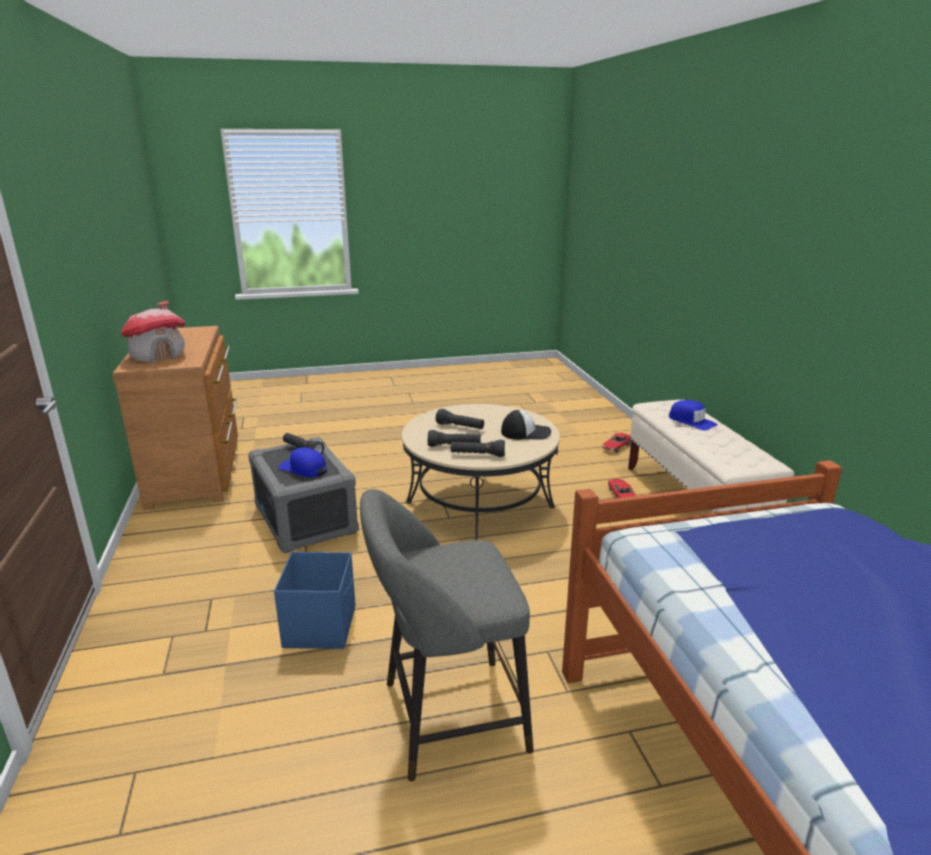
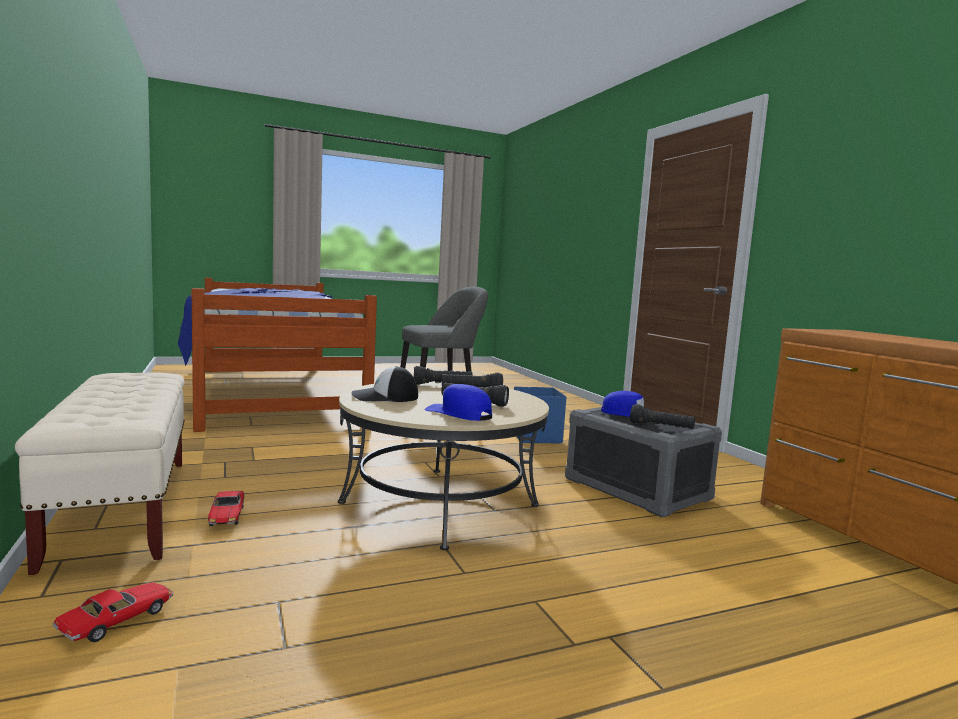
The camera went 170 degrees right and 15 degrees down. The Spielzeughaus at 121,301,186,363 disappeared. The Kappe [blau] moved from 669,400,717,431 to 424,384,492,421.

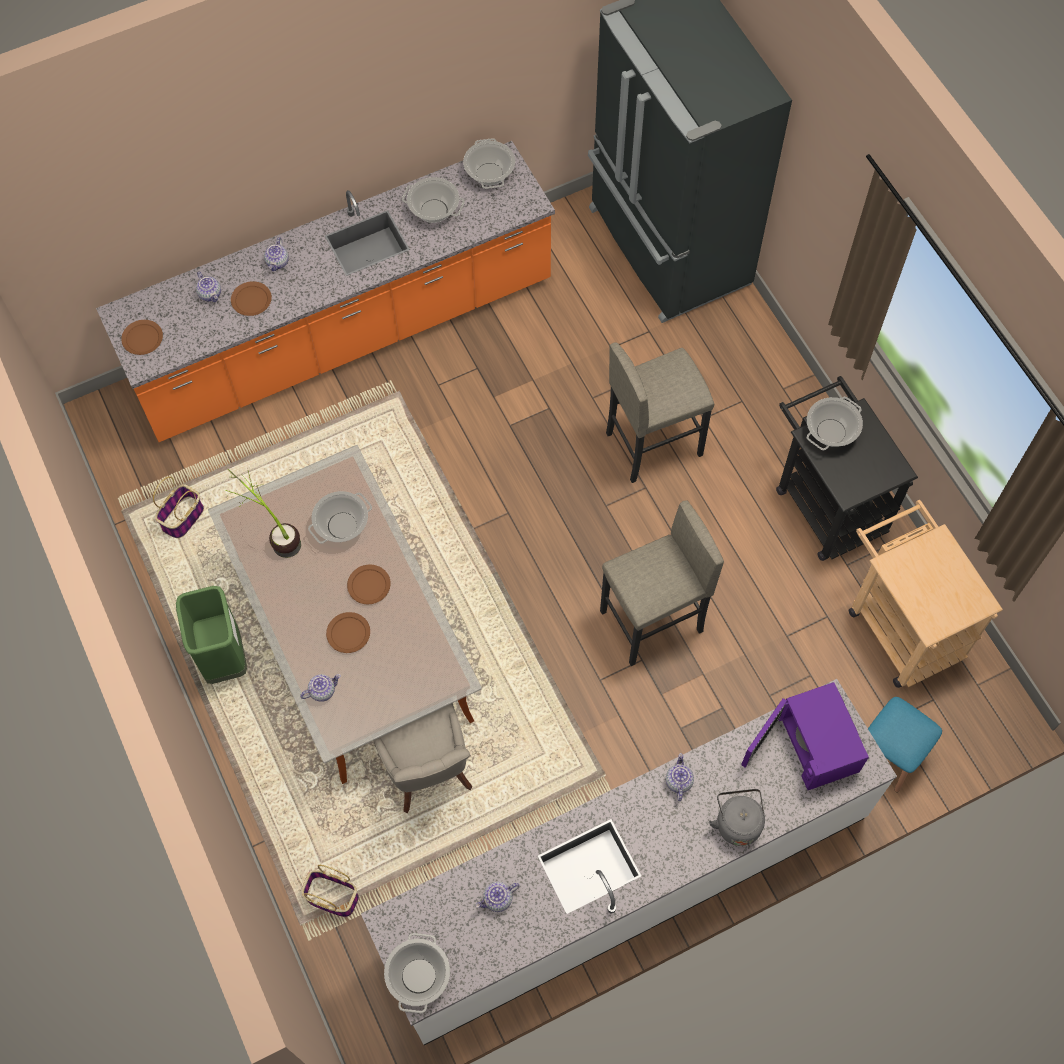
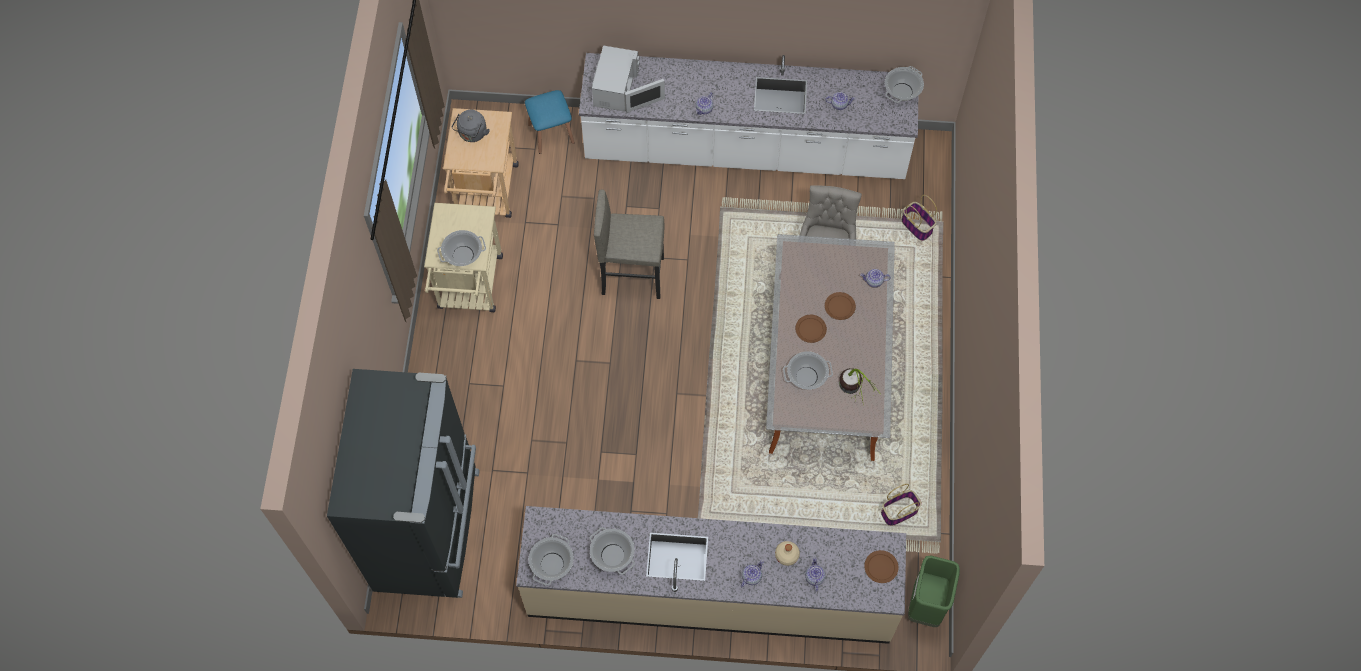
The camera went 150 degrees left and 0 degrees up. The Küchenzeile [orange] at 96,141,555,442 became the Küchenzeile [beige] at 516,506,906,644. The Teller [braun] at 231,281,272,316 was replaced by the Flasche [beige] at 775,541,800,566. The Hocker [grau] at 606,342,714,483 disappeared. The Rollwagen [schwarz] at 776,376,918,561 became the Rollwagen [beige] at 424,203,503,312. The Mülleimer [grün] moved from 176,586,247,684 to 908,556,960,627. The Mikrowelle [lila] at 741,682,869,790 became the Mikrowelle [weiß] at 592,46,665,113. The Wasserkessel [grau] moved from 709,789,765,846 to 452,110,490,142.

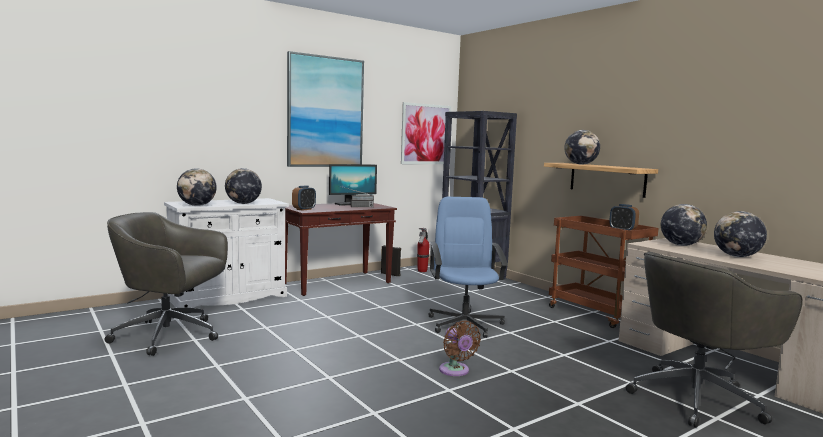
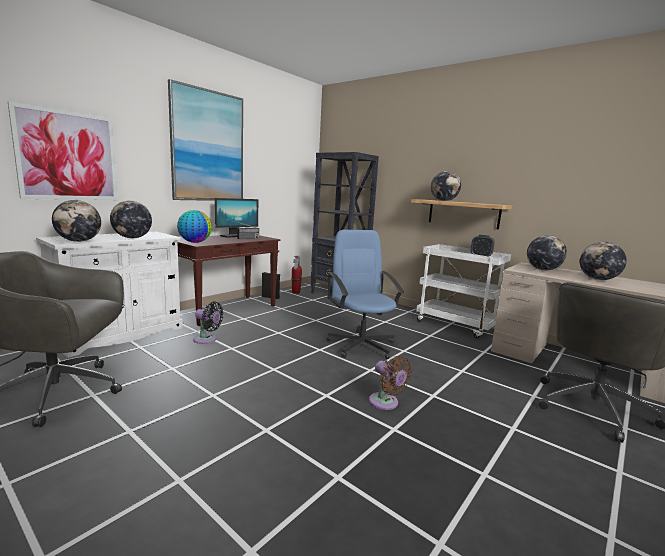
The camera went 15 degrees left and 5 degrees up. The Bild moved from 401,102,451,164 to 8,101,118,200. The Wecker at 292,186,316,211 was replaced by the Globus at 177,210,212,243. The Rollwagen [braun] at 549,216,659,328 became the Rollwagen [weiß] at 416,244,511,338. The Ventilator [schwarz] at 193,301,224,344 appeared.

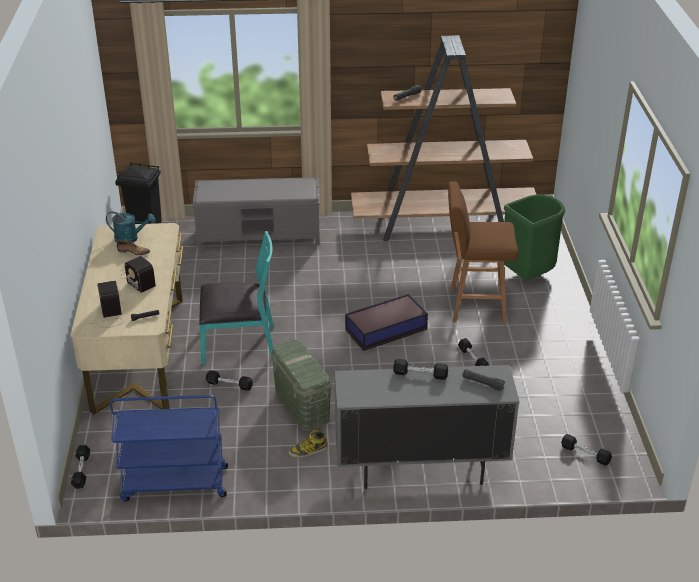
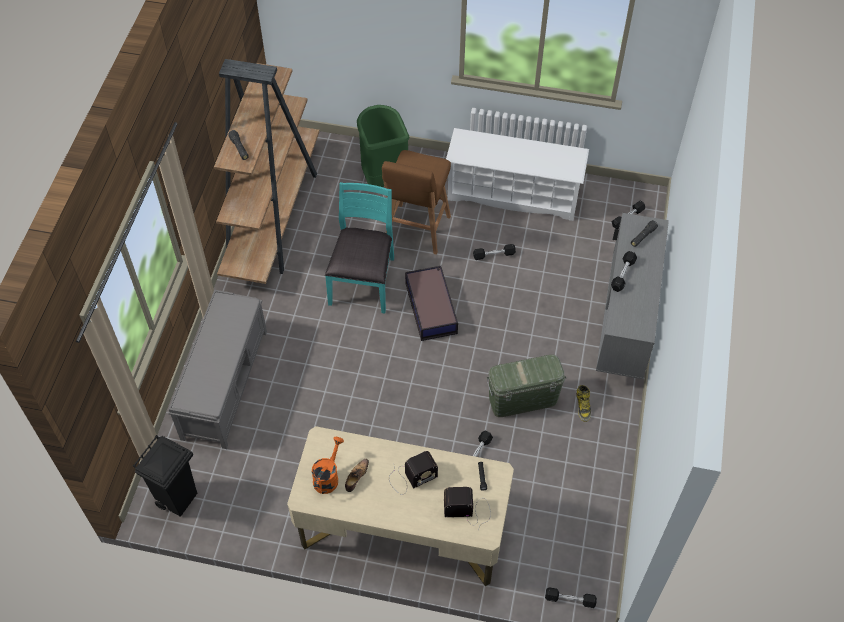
The camera went 75 degrees left and 20 degrees up. The Gießkanne [türkis] at 106,211,155,243 became the Gießkanne [orange] at 312,437,344,494. The Stuhl [türkis] moved from 199,231,274,365 to 325,182,394,314. The Rollwagen [blau] at 110,395,228,501 disappeared. The Schuhregal [weiß] at 446,128,589,221 appeared.

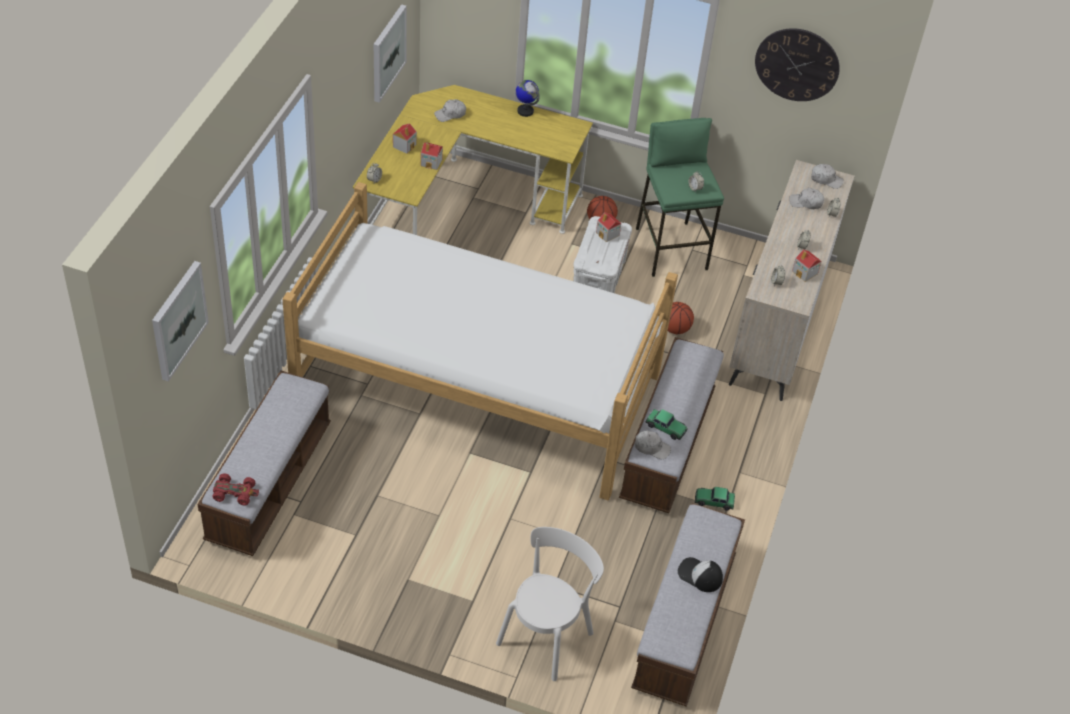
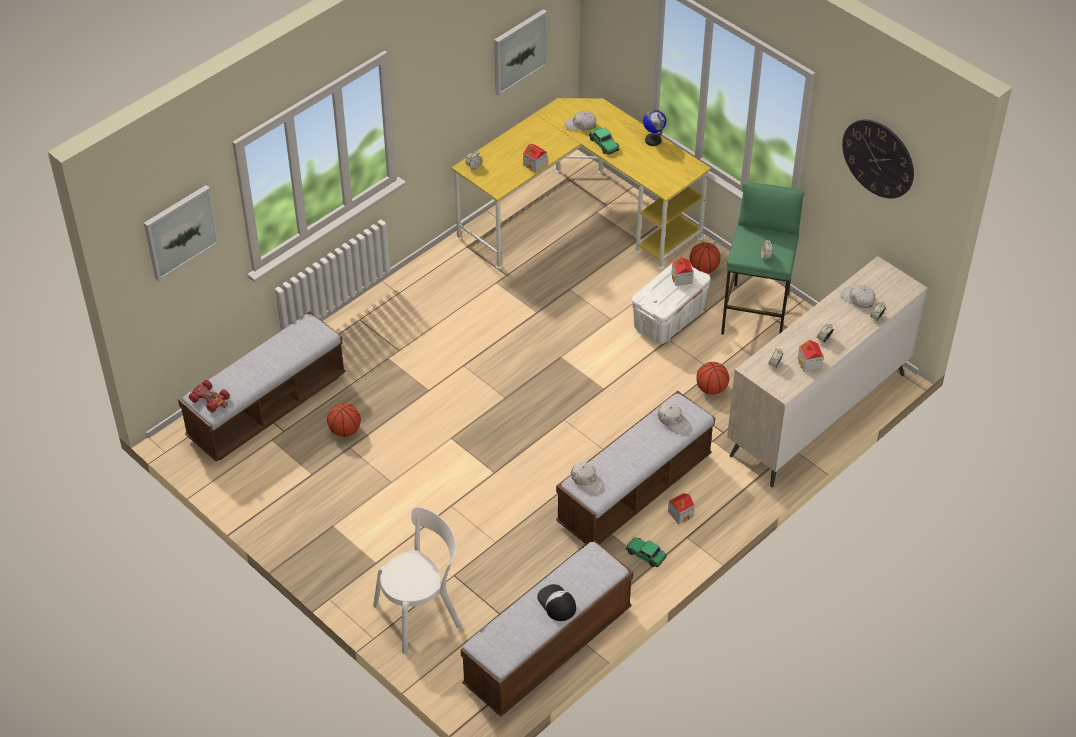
The camera went 30 degrees right and 0 degrees up. The Spielzeughaus moved from 393,123,417,154 to 668,493,695,524. The Kappe [weiß] moved from 811,164,844,189 to 658,403,690,434. The Bett at 282,182,678,500 disappeared. The Spielzeugauto moved from 645,409,688,440 to 589,127,619,155. The Basketball at 327,403,361,437 appeared.

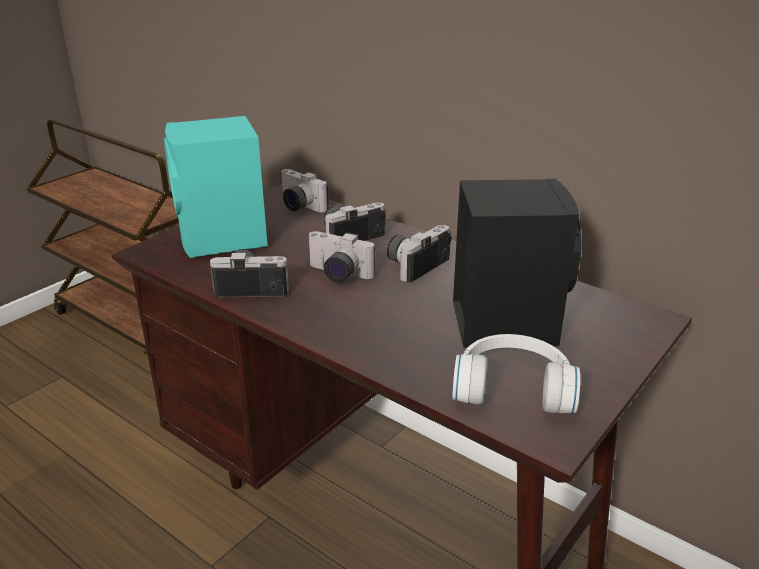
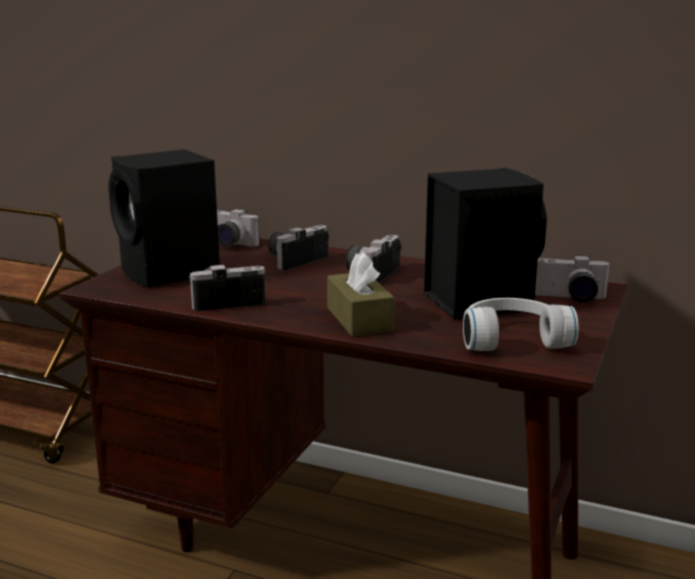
The camera went 15 degrees left and 10 degrees down. The Lautsprecher [türkis] at 164,116,268,258 became the Lautsprecher [schwarz] at 108,149,220,288. The Kamera moved from 307,231,375,283 to 535,255,611,303. The Taschentuchbox [braun] at 327,252,395,337 appeared.

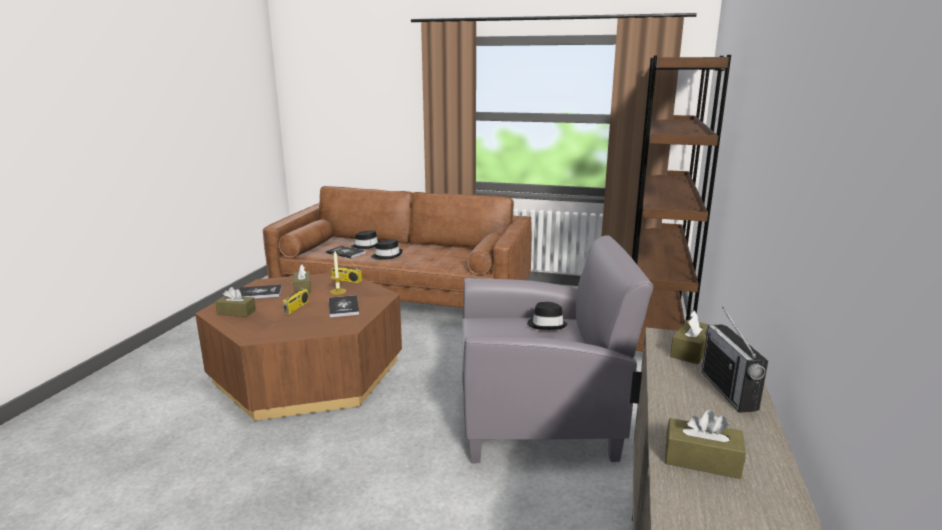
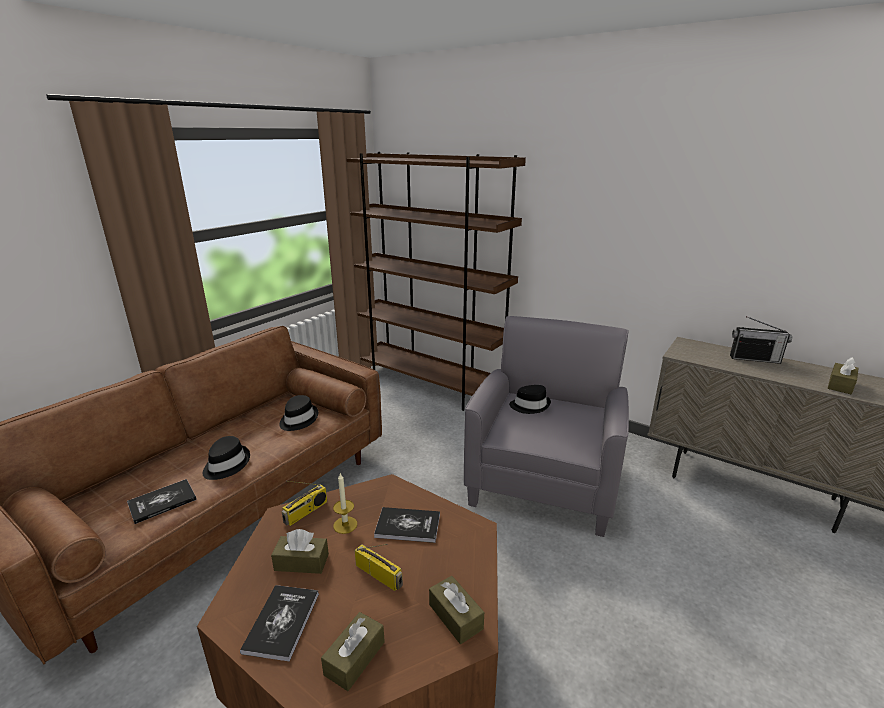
The camera went 70 degrees left and 5 degrees up. The Hut [schwarz] moved from 351,230,381,250 to 279,395,318,431. The Taschentuchbox [braun] moved from 670,310,709,364 to 429,576,484,644.

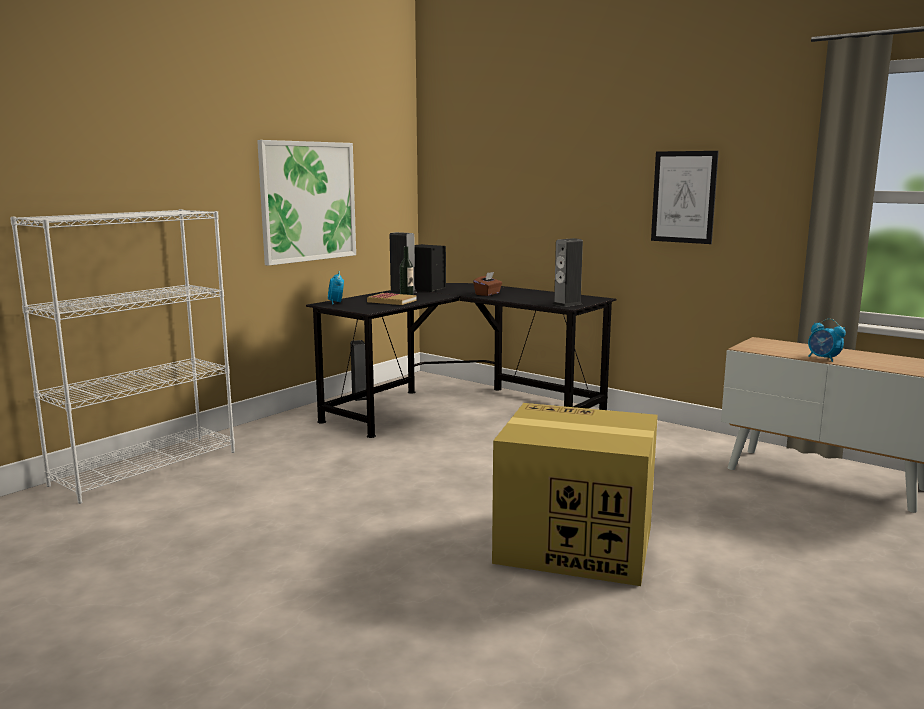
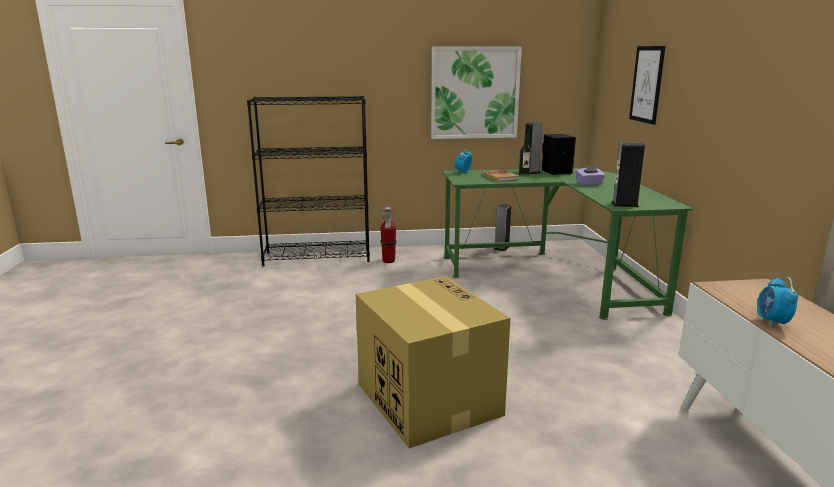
The camera went 45 degrees right and 5 degrees up. The Bild moved from 651,151,719,244 to 629,46,665,125. The Bücherregal [weiß] at 10,209,235,504 became the Bücherregal [schwarz] at 247,96,370,266. The Taschentuchbox [braun] at 473,272,502,296 became the Taschentuchbox [lila] at 576,165,605,186. The Schreibtisch [schwarz] at 306,283,616,438 became the Schreibtisch [grün] at 442,168,693,320. The Feuerlöscher at 380,207,397,263 appeared.

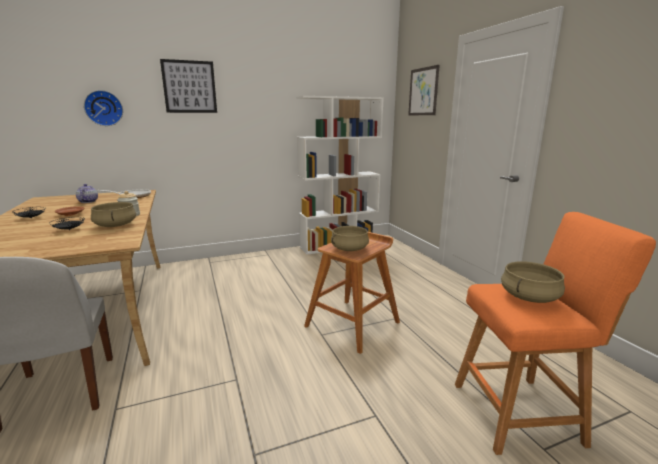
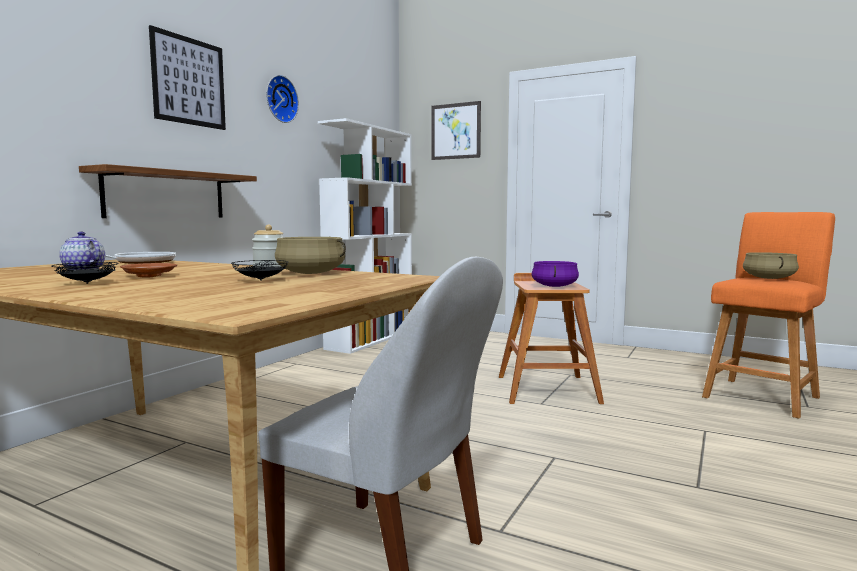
The camera went 40 degrees left and 10 degrees down. The Wanduhr moved from 84,90,123,126 to 266,75,299,123. The Kochtopf [beige] at 331,226,369,251 became the Kochtopf [lila] at 532,261,579,287. The Wandregal at 79,164,257,218 appeared.

